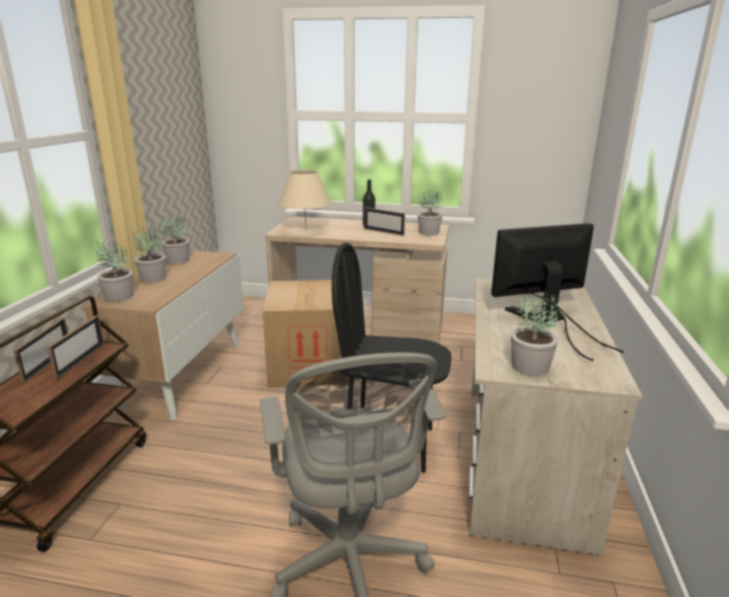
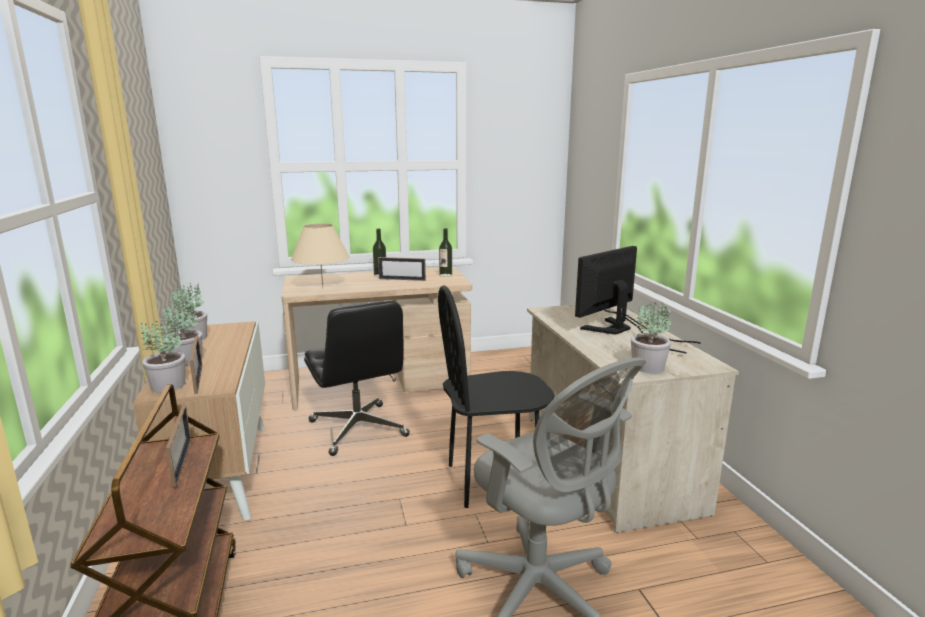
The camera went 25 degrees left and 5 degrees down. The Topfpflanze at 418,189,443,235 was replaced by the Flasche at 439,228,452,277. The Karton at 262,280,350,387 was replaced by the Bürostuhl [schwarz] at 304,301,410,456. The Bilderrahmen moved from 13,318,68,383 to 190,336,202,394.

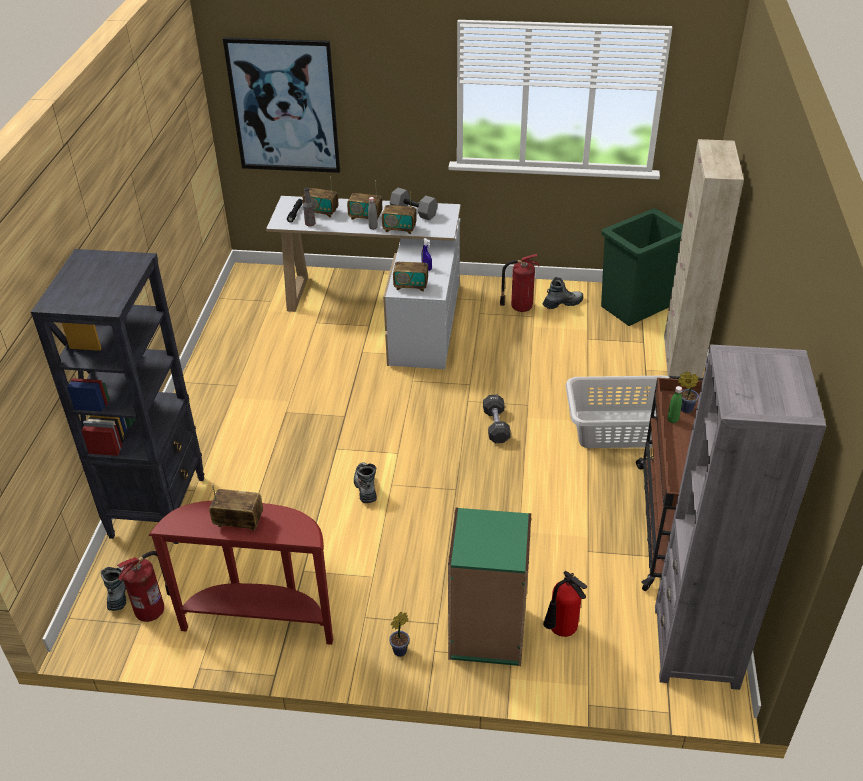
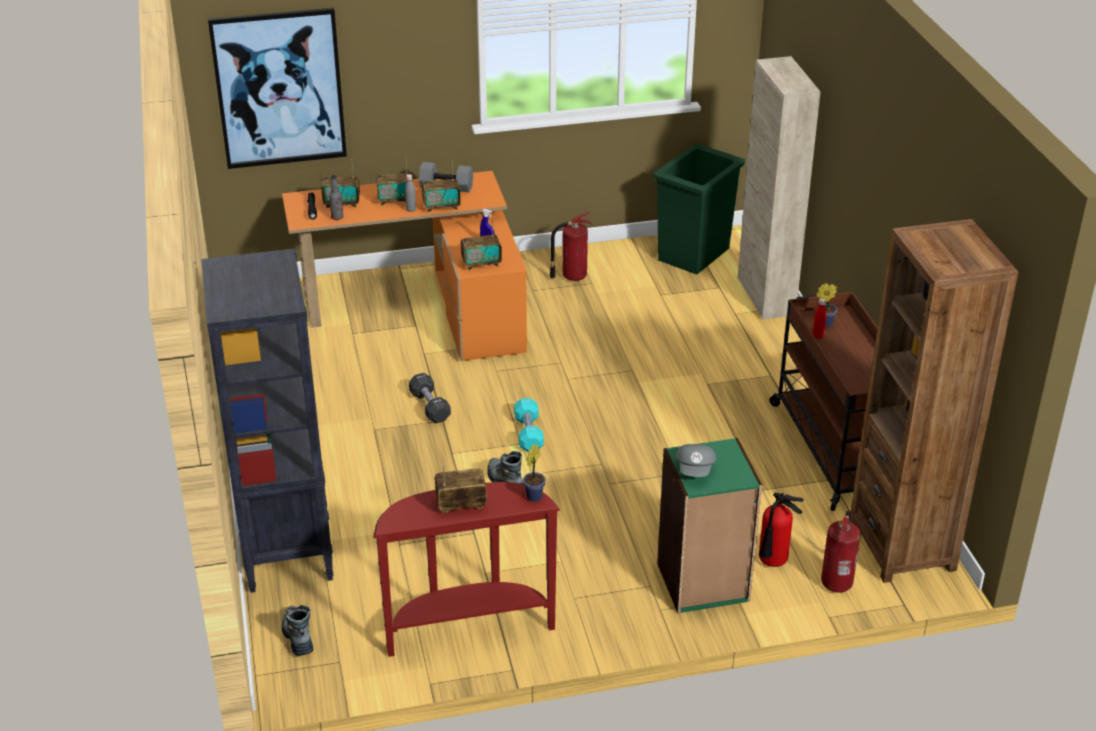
The camera went 20 degrees left and 5 degrees down. The Schreibtisch [weiß] at 266,196,461,369 became the Schreibtisch [orange] at 282,171,527,361. The Stiefel at 542,277,583,309 disappeared. The Bücherregal [grau] at 655,344,826,690 became the Bücherregal [braun] at 850,219,1018,583. The Wäschekorb [grau] at 566,376,669,448 disappeared. The Flasche [grün] at 667,386,682,423 became the Flasche [rot] at 813,299,826,339. The Hantel [schwarz] moved from 483,395,511,443 to 409,373,451,423. The Feuerlöscher moved from 117,551,170,622 to 821,511,861,592. The Topfpflanze moved from 389,612,410,657 to 523,444,546,502. The Hantel [türkis] at 514,398,544,452 appeared. The Kappe [grau] at 676,444,716,477 appeared.

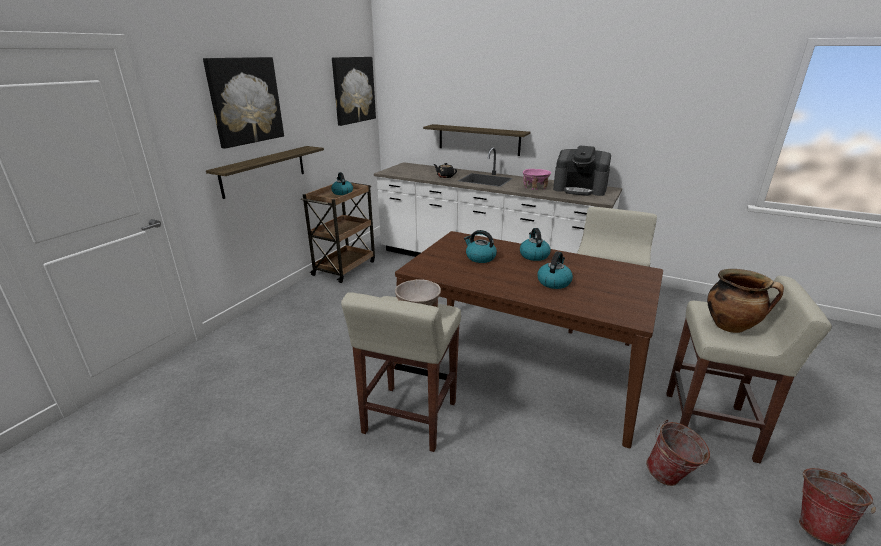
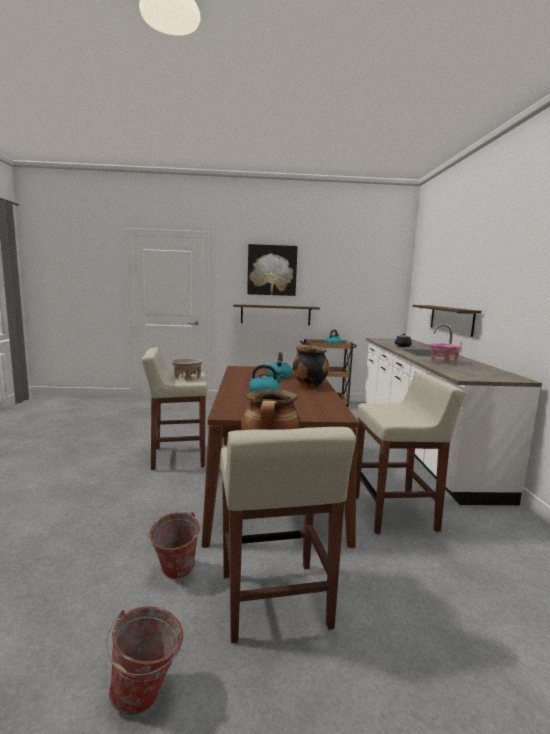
The camera went 60 degrees right and 15 degrees down. The Bild at 332,57,376,126 disappeared. The Kaffeemaschine at 553,146,611,196 disappeared. The Wasserkessel at 520,228,551,261 was replaced by the Kochtopf at 292,345,329,389.

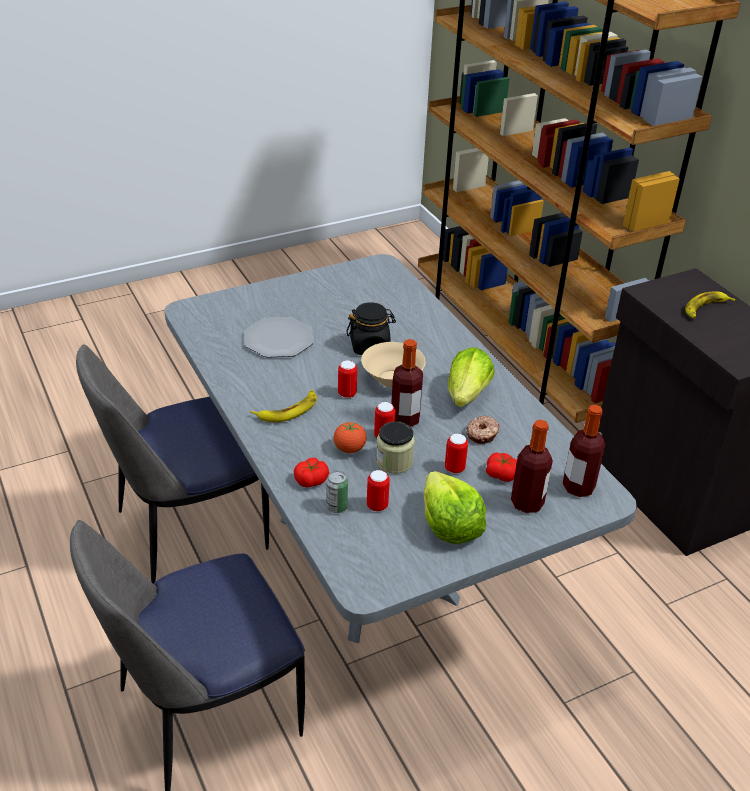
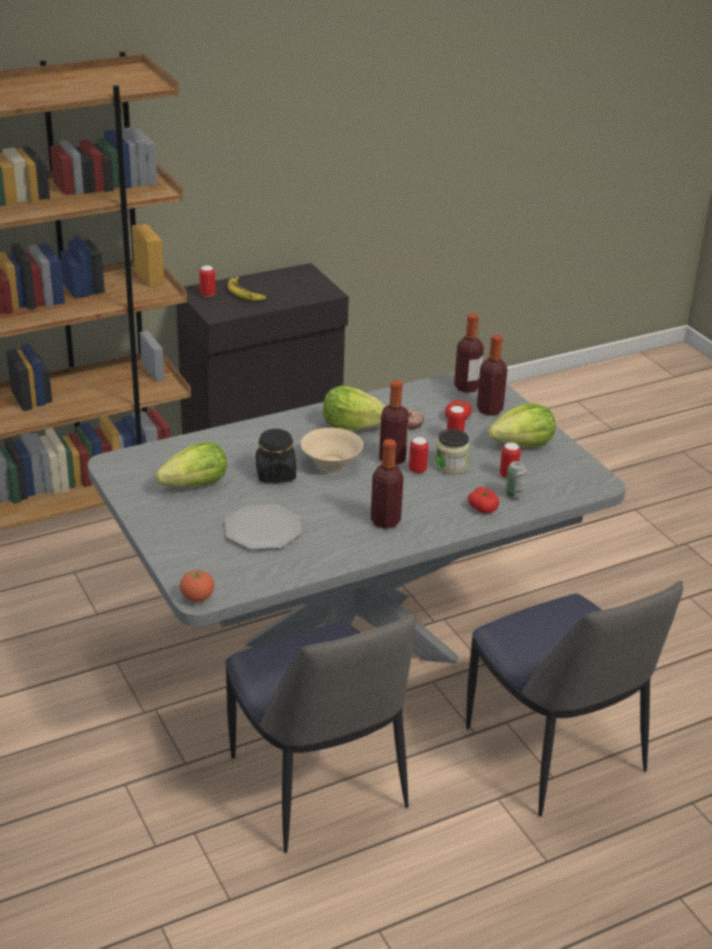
The camera went 90 degrees left and 5 degrees down. The Dose moved from 338,360,357,398 to 199,266,216,297. The Banane at 251,390,317,422 was replaced by the Flasche at 371,439,403,529. The Tomate moved from 333,422,366,453 to 180,570,214,602. The Salatkopf at 155,441,227,487 appeared.

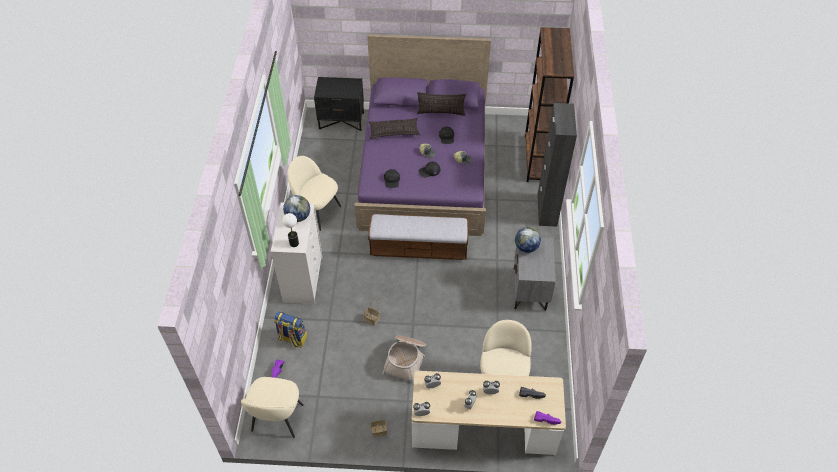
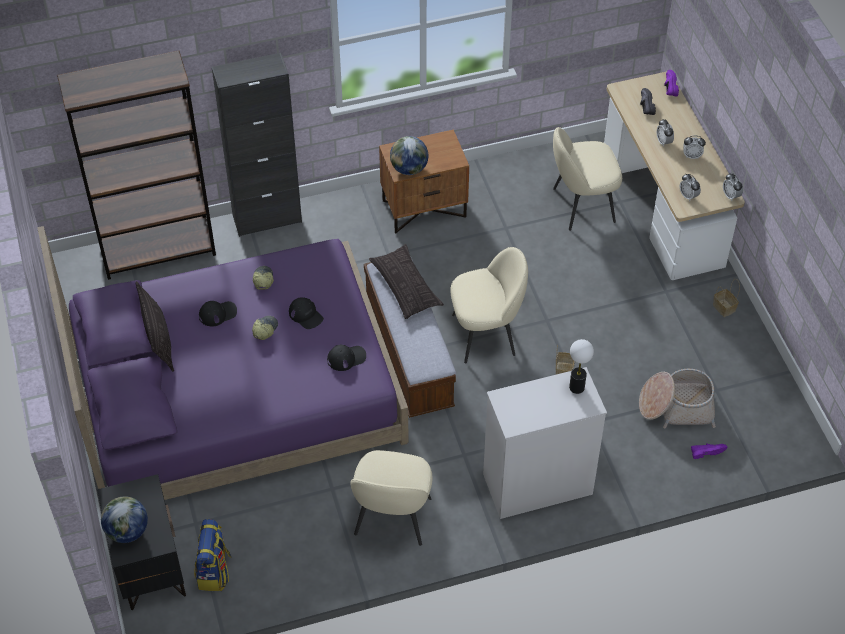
The camera went 110 degrees left and 0 degrees up. The Kissen moved from 369,118,420,139 to 369,244,444,319. The Globus moved from 283,195,310,222 to 101,496,148,543. The Nachttisch [grau] at 514,238,556,311 became the Nachttisch [braun] at 379,129,469,233. The Rucksack moved from 274,311,308,348 to 194,519,232,591. The Korb moved from 382,336,426,384 to 639,369,716,429. The Stuhl [beige] moved from 241,377,304,438 to 450,247,528,363.

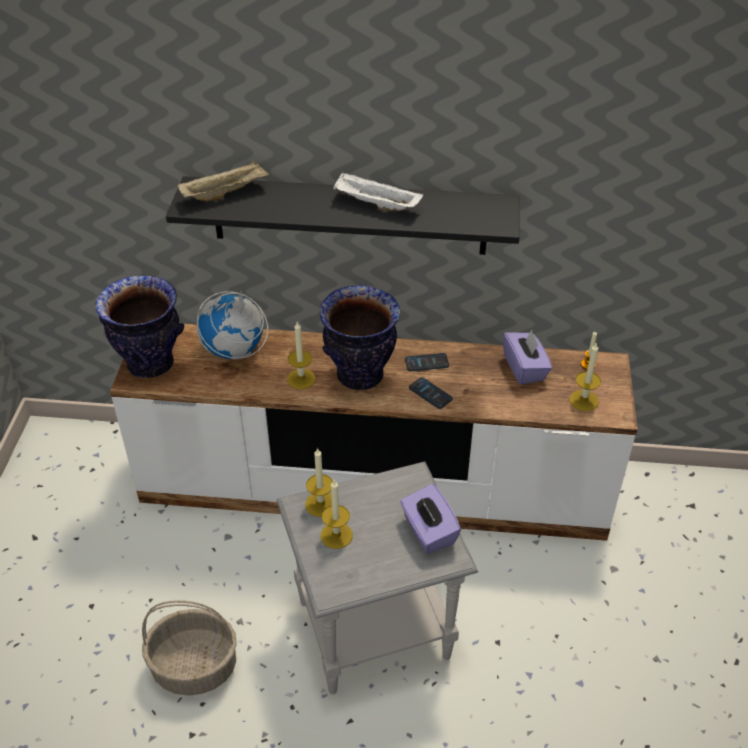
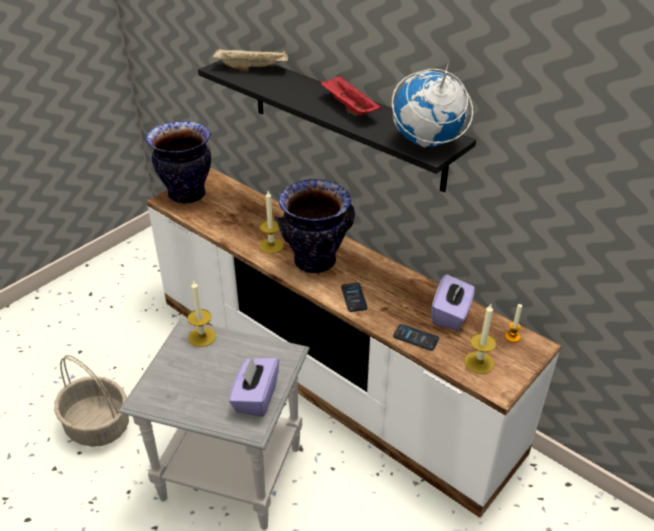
The camera went 35 degrees right and 5 degrees down. The Tablett [weiß] at 333,172,423,211 became the Tablett [rot] at 319,75,382,116. The Globus moved from 197,289,268,360 to 392,62,473,147. The Handy moved from 405,353,449,371 to 393,324,439,351. The Kerze at 321,480,353,549 disappeared.

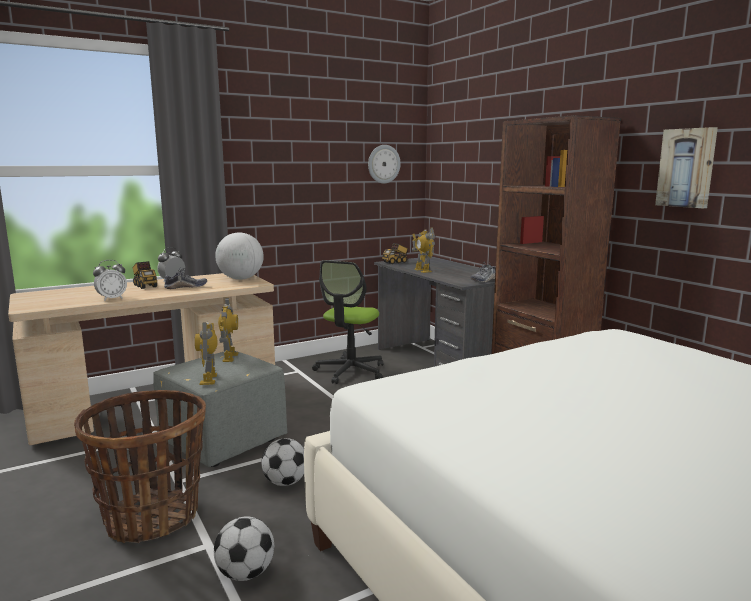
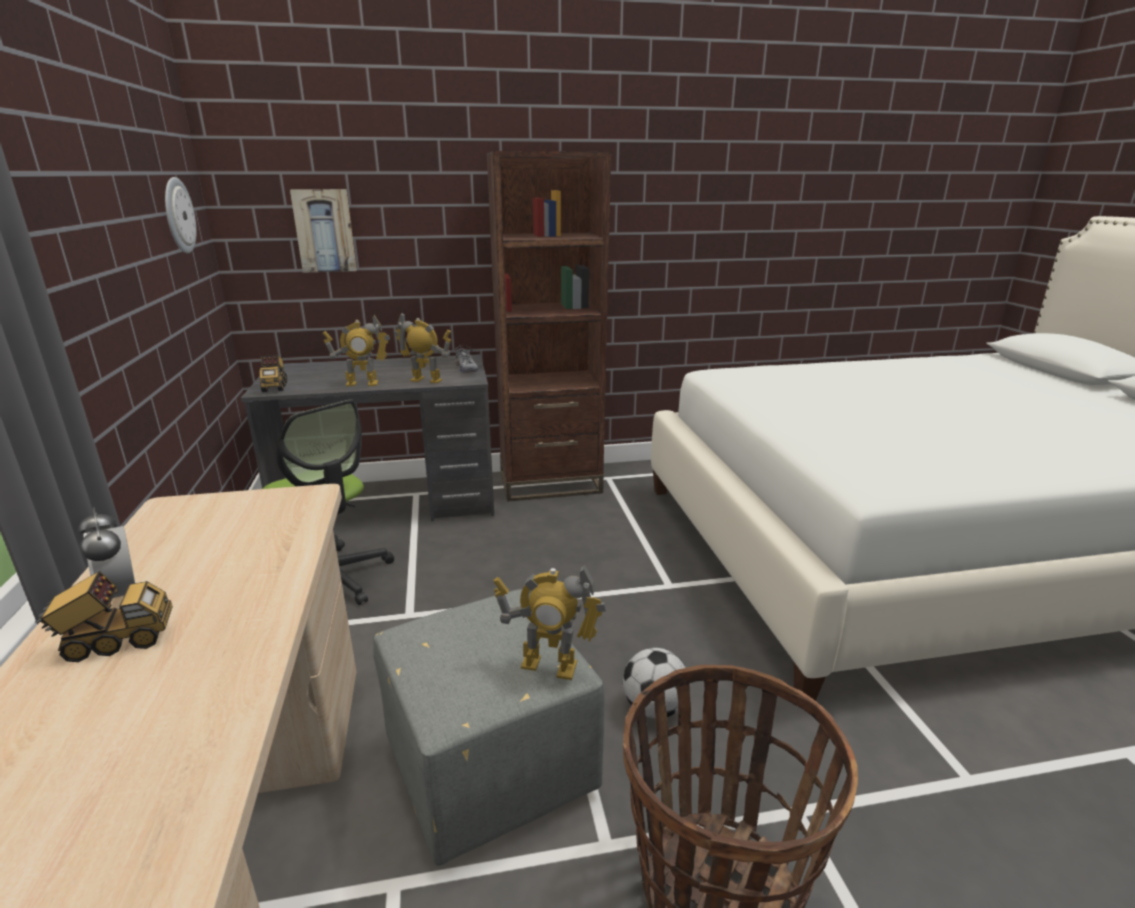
The camera went 70 degrees left and 10 degrees up. The Bild moved from 655,127,718,208 to 290,189,357,273. The Globus at 215,232,264,280 disappeared. The Wecker at 93,260,127,301 disappeared. The Schuh at 164,267,207,289 disappeared. The Spielzeugroboter moved from 218,298,238,362 to 394,313,451,383. The Fußball at 214,516,274,581 disappeared.

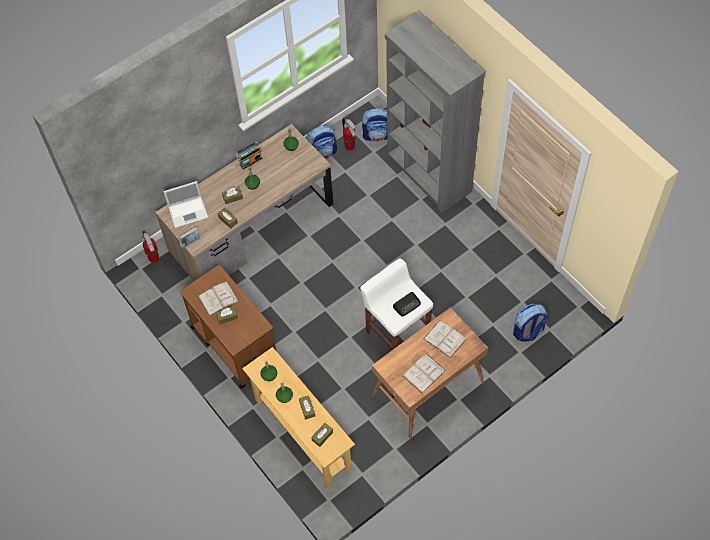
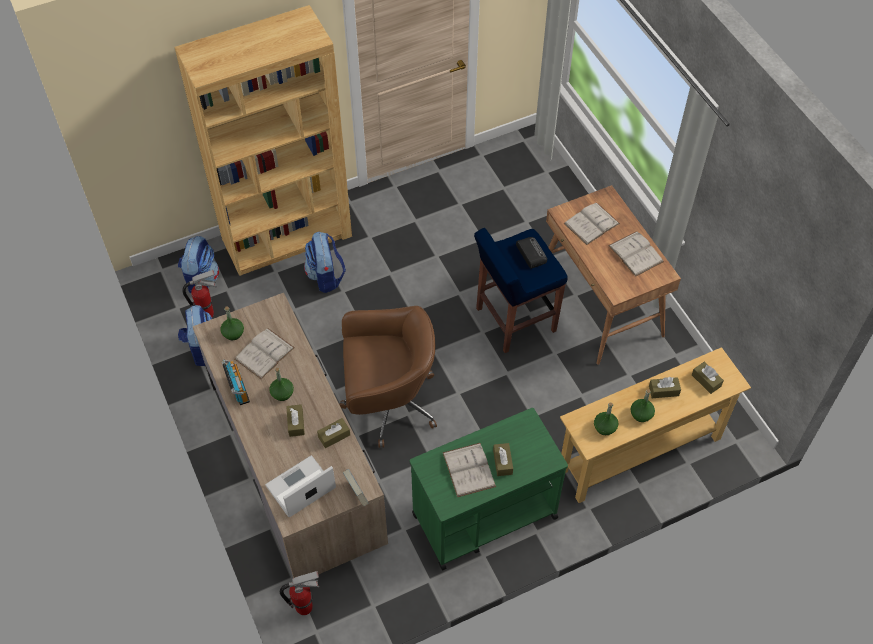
The camera went 80 degrees left and 5 degrees down. The Bücherregal [grau] at 385,12,485,213 became the Bücherregal [braun] at 174,5,352,276. The Laptop at 163,181,208,228 turned 120 degrees counterclockwise. The Hocker [weiß] at 360,258,433,350 became the Hocker [blau] at 474,228,568,353. The Rollwagen [braun] at 180,265,276,389 became the Rollwagen [grün] at 409,408,568,570. The Rucksack moved from 513,304,548,342 to 304,232,346,293. The Bürostuhl [braun] at 339,306,437,448 appeared. The Buch [weiß] at 235,328,294,379 appeared.

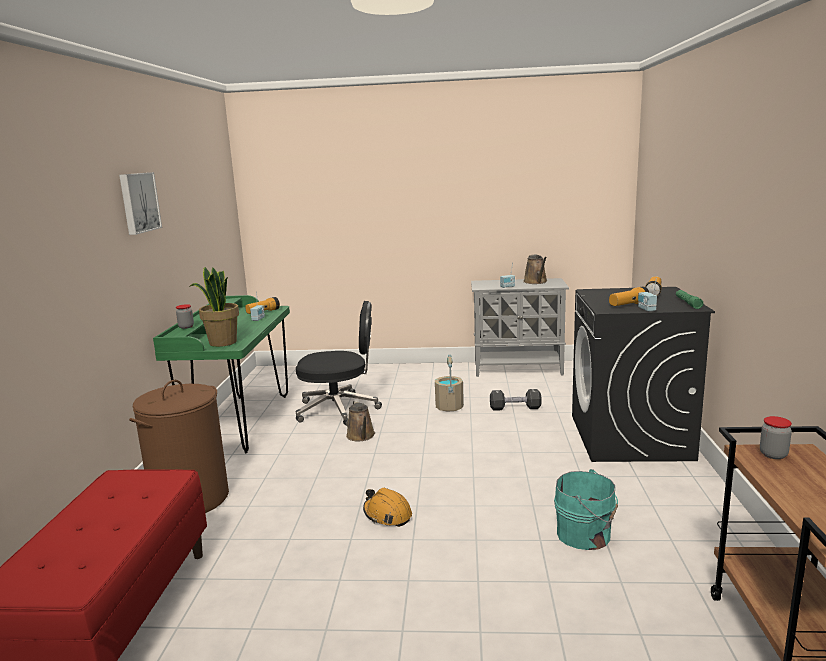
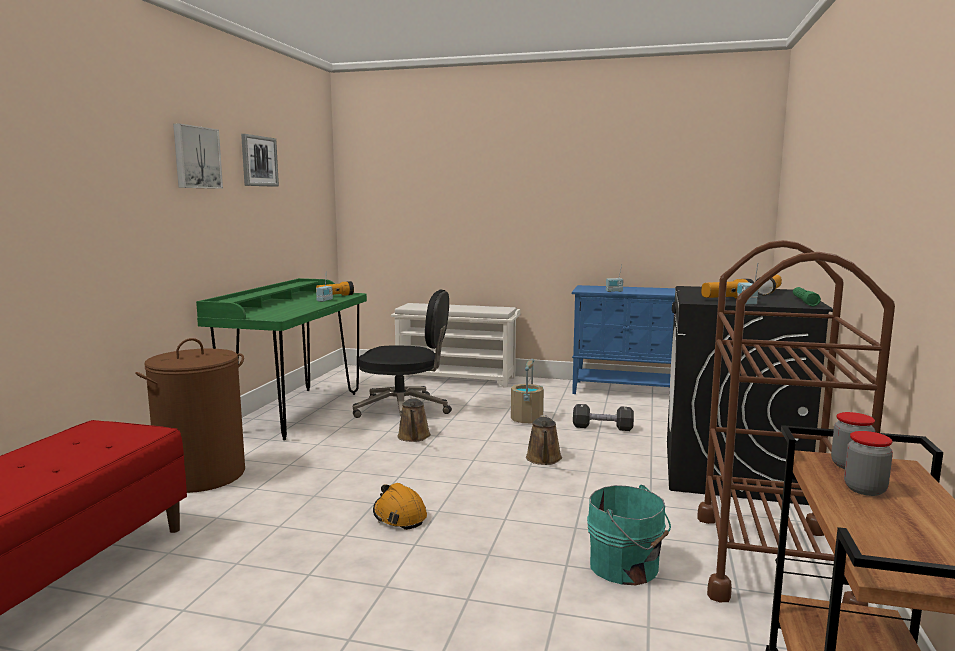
The camera went 10 degrees right and 5 degrees down. The Gießkanne [braun] moved from 523,254,547,284 to 526,415,562,465. The Topfpflanze at 189,267,239,347 disappeared. The Schrank [grau] at 471,278,569,377 became the Schrank [blau] at 572,285,675,394. The Vorratsglas moved from 176,304,194,329 to 844,431,893,496. The Bild at 241,134,279,187 appeared. The Rollwagen [braun] at 697,240,895,606 appeared. The Schuhregal [weiß] at 391,303,520,388 appeared.

